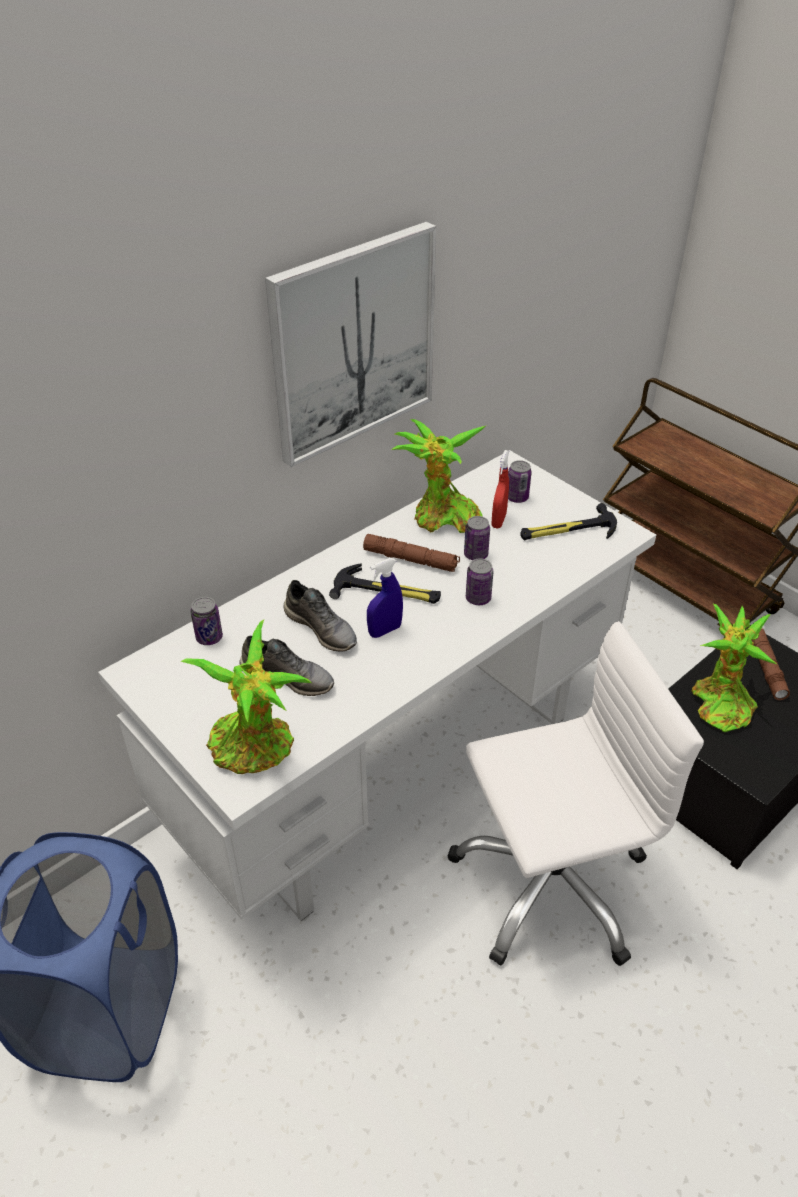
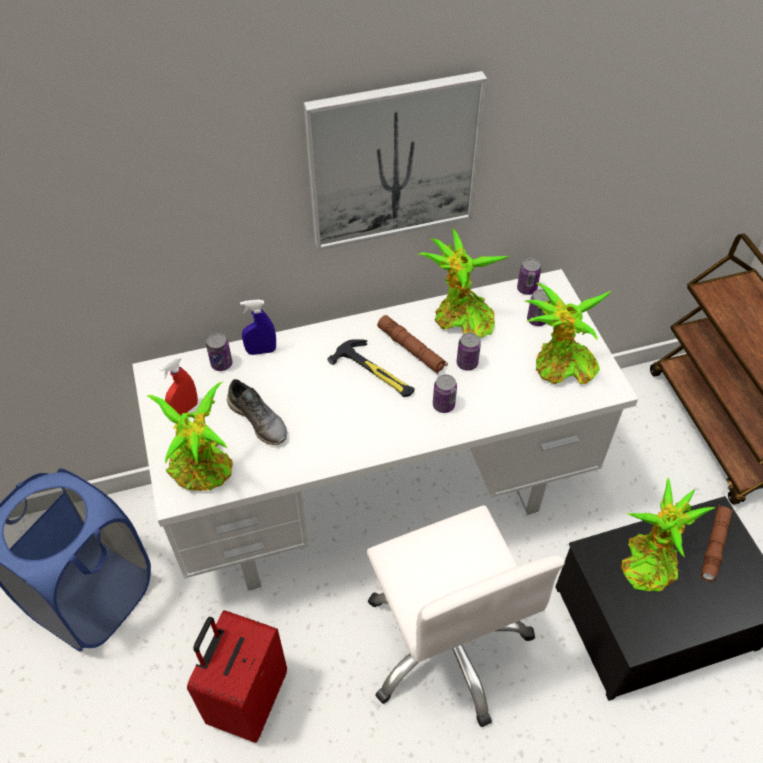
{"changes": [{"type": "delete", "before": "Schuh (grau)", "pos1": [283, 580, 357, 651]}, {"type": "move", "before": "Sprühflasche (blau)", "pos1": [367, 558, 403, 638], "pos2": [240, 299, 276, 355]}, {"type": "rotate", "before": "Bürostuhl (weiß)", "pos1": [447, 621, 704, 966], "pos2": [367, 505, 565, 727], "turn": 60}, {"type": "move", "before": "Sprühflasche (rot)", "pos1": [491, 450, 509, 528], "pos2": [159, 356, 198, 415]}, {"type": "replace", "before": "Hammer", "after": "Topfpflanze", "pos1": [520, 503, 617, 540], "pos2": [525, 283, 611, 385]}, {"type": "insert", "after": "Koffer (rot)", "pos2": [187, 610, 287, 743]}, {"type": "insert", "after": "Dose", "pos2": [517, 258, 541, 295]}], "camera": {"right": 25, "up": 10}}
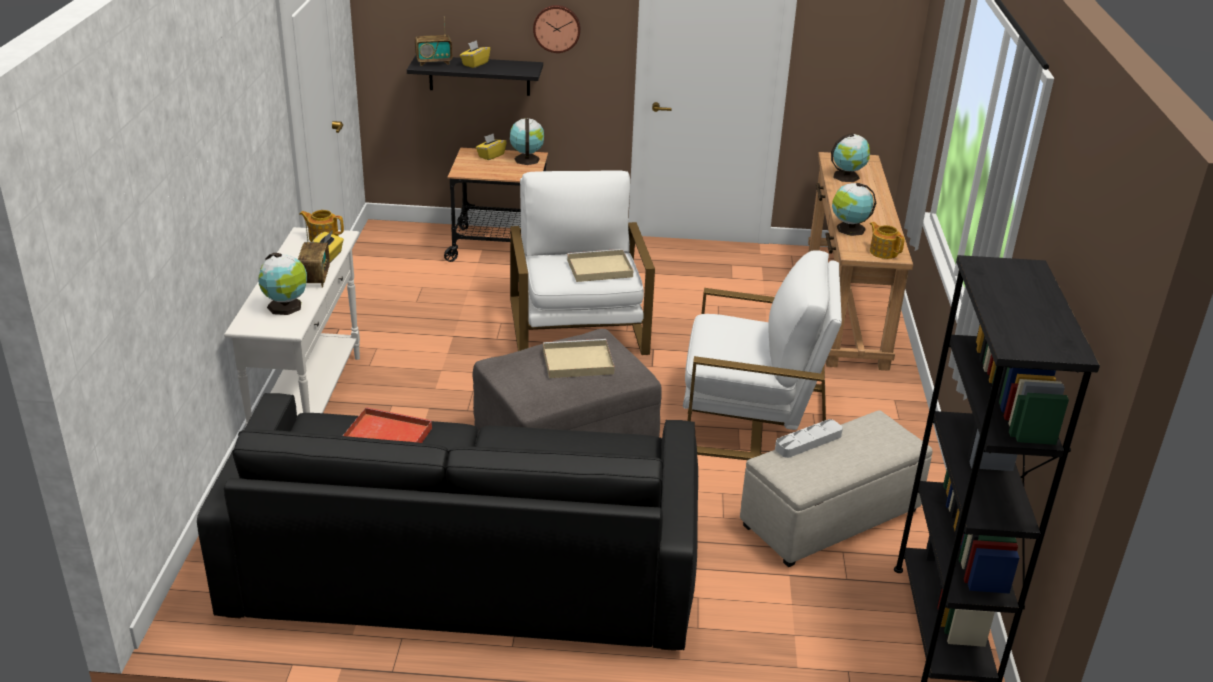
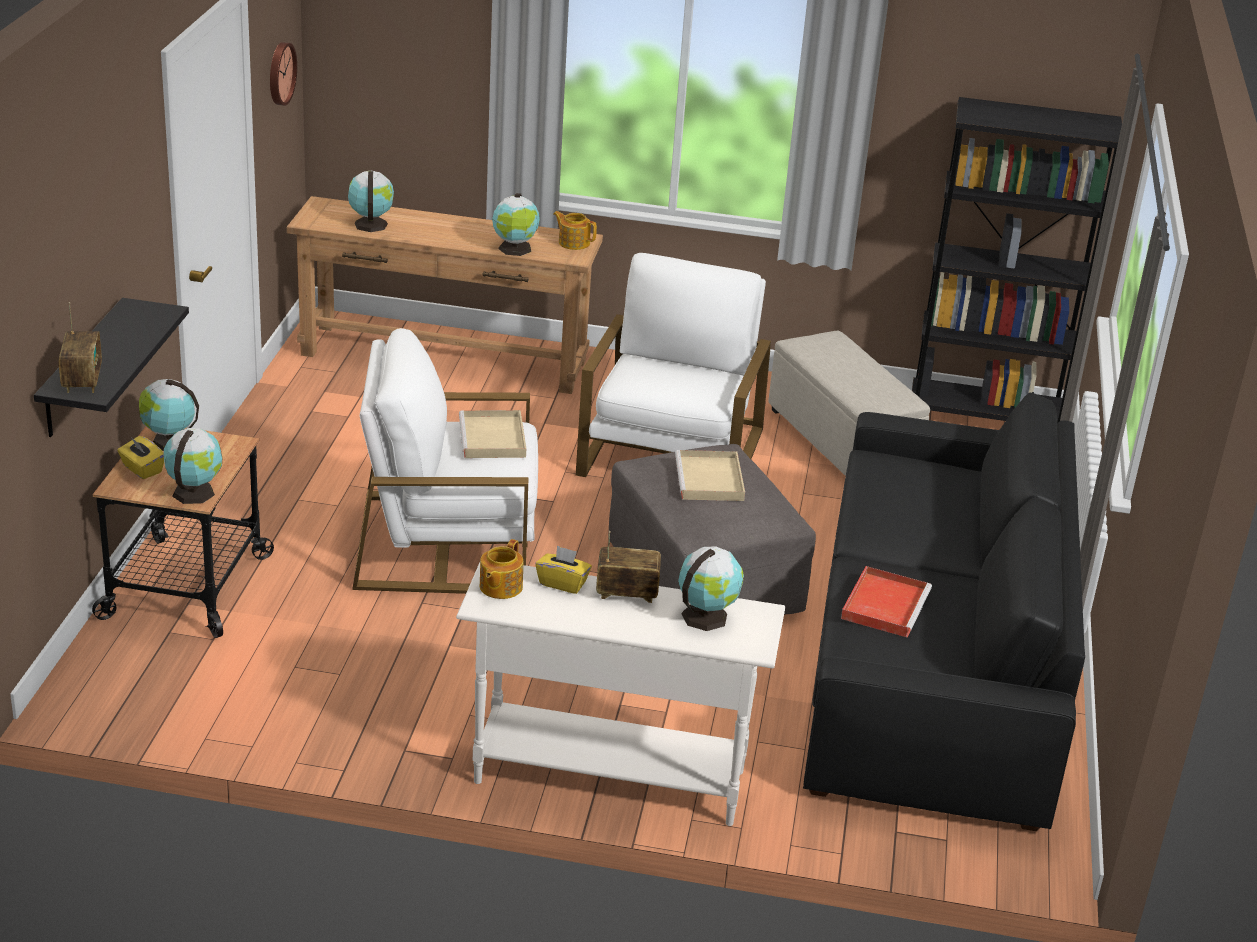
{"changes": [{"type": "delete", "before": "Taschentuchbox (gelb)", "pos1": [460, 40, 490, 68]}, {"type": "move", "before": "Wanduhr", "pos1": [533, 5, 581, 53], "pos2": [270, 42, 297, 106]}, {"type": "delete", "before": "Tablett (grau)", "pos1": [775, 419, 843, 458]}, {"type": "rotate", "before": "Teekanne", "pos1": [870, 222, 905, 259], "pos2": [553, 211, 597, 250], "turn": 60}, {"type": "insert", "after": "Globus", "pos2": [164, 428, 222, 504]}], "camera": {"right": -85, "up": 0}}
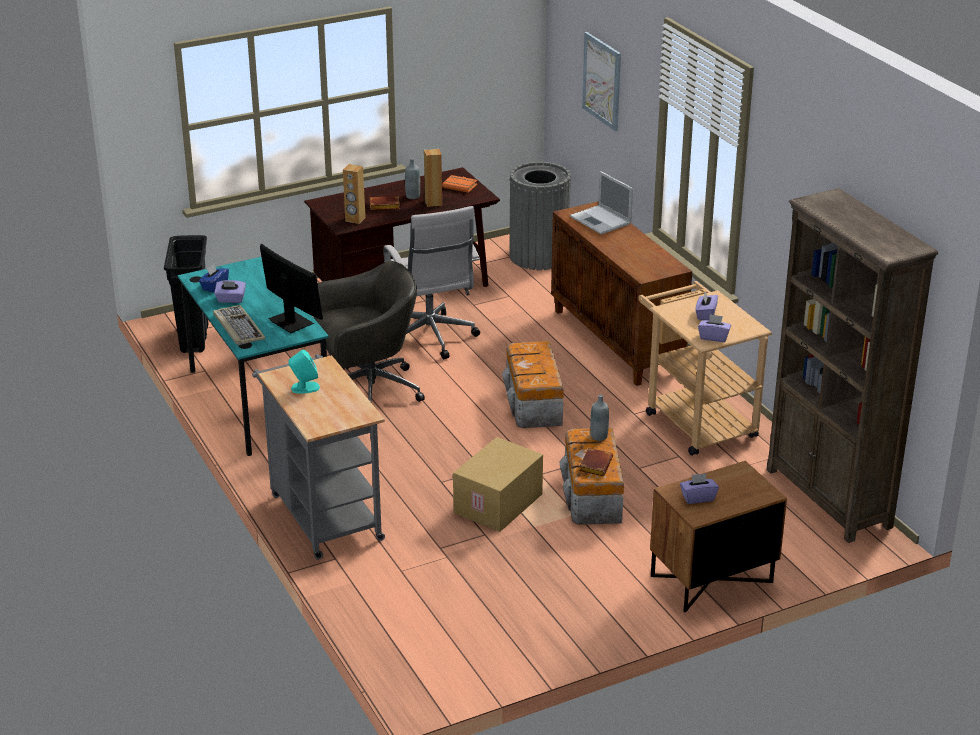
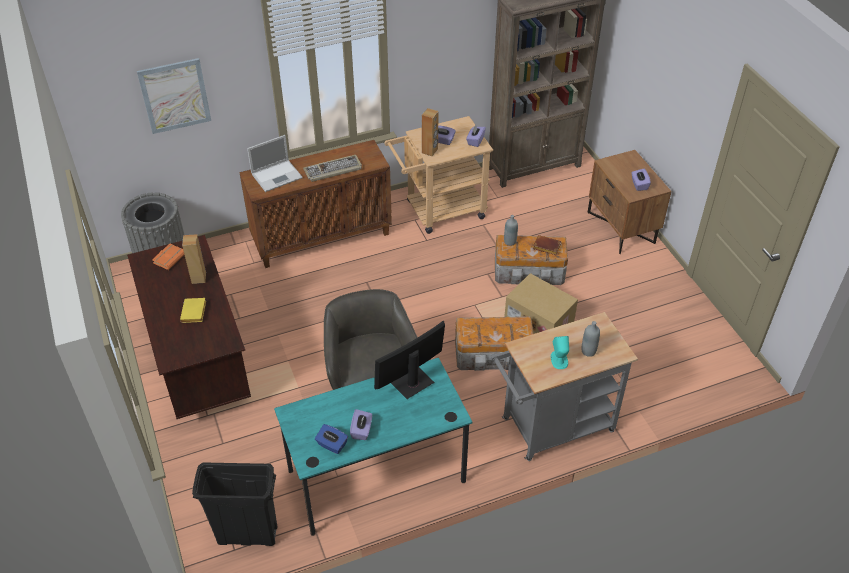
{"changes": [{"type": "move", "before": "Tastatur", "pos1": [213, 305, 266, 345], "pos2": [303, 155, 362, 182]}, {"type": "move", "before": "Lautsprecher (braun)", "pos1": [343, 164, 366, 224], "pos2": [422, 108, 439, 156]}, {"type": "recolor", "before": "Buch (braun)", "after": "Buch (gelb)", "pos1": [370, 196, 400, 210], "pos2": [180, 298, 206, 323]}, {"type": "delete", "before": "Bürostuhl (weiß)", "pos1": [383, 206, 480, 359]}, {"type": "move", "before": "Flasche (grau)", "pos1": [405, 158, 420, 199], "pos2": [582, 321, 600, 357]}, {"type": "move", "before": "Aufbewahrungsbox", "pos1": [502, 341, 564, 428], "pos2": [455, 316, 534, 371]}], "camera": {"right": -85, "up": 15}}
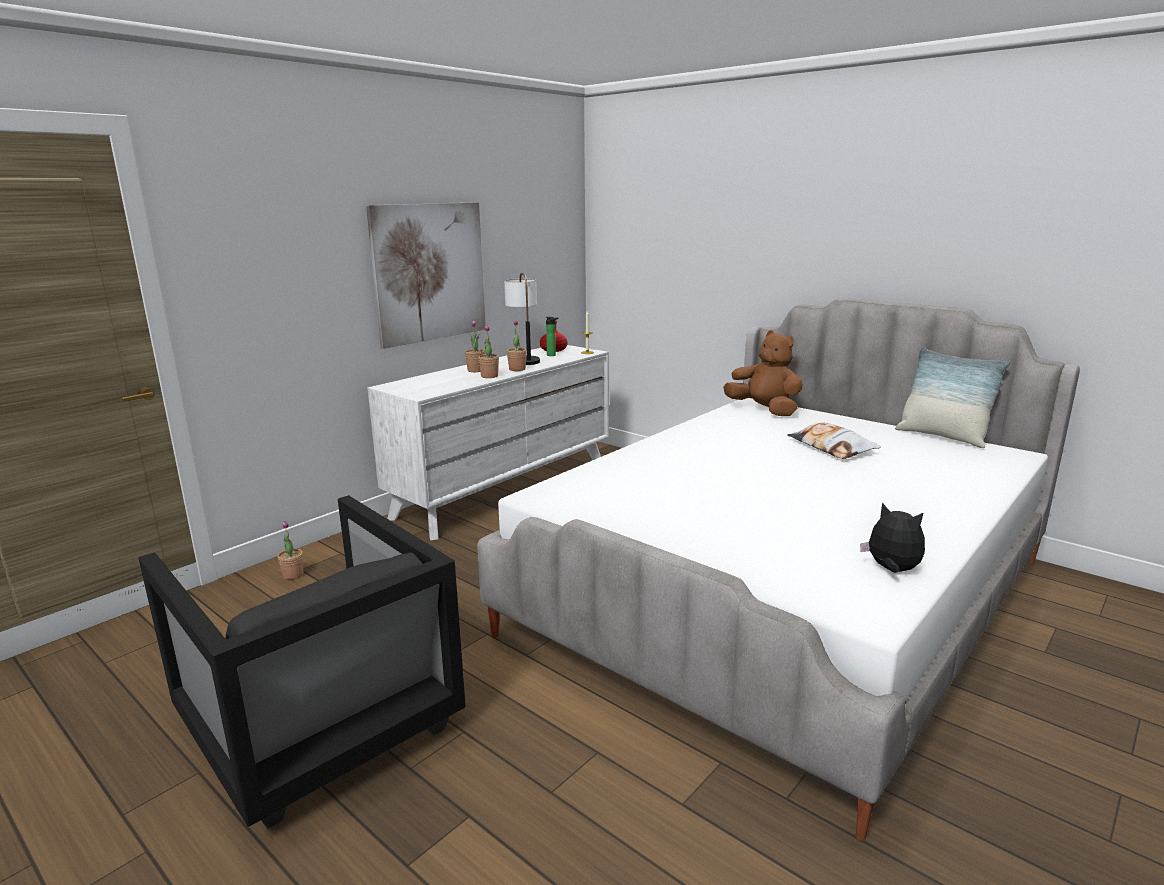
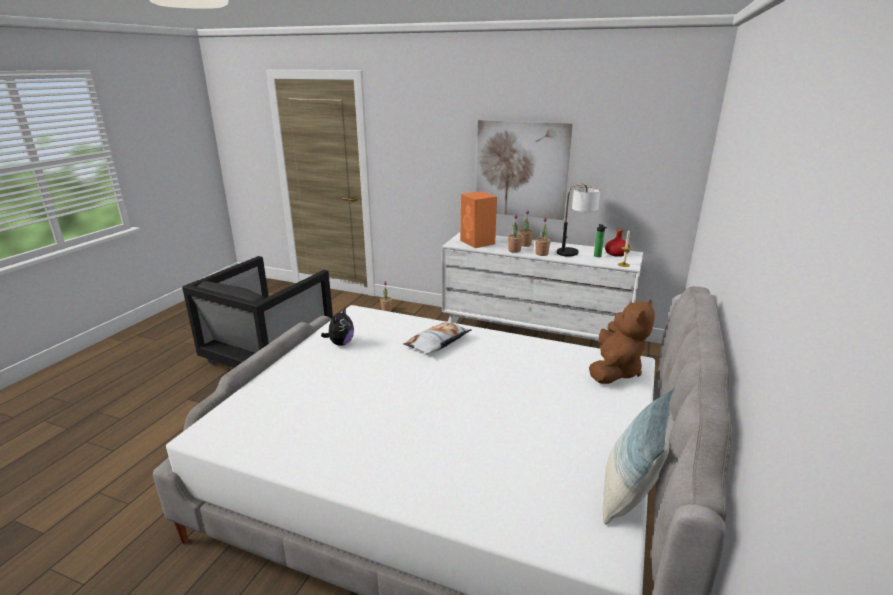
{"changes": [{"type": "move", "before": "Kissen", "pos1": [787, 423, 881, 459], "pos2": [403, 322, 472, 354]}, {"type": "move", "before": "Plüschtier", "pos1": [860, 502, 925, 573], "pos2": [321, 308, 354, 346]}, {"type": "insert", "after": "Lautsprecher (orange)", "pos2": [460, 191, 497, 248]}], "camera": {"right": 70, "up": 5}}
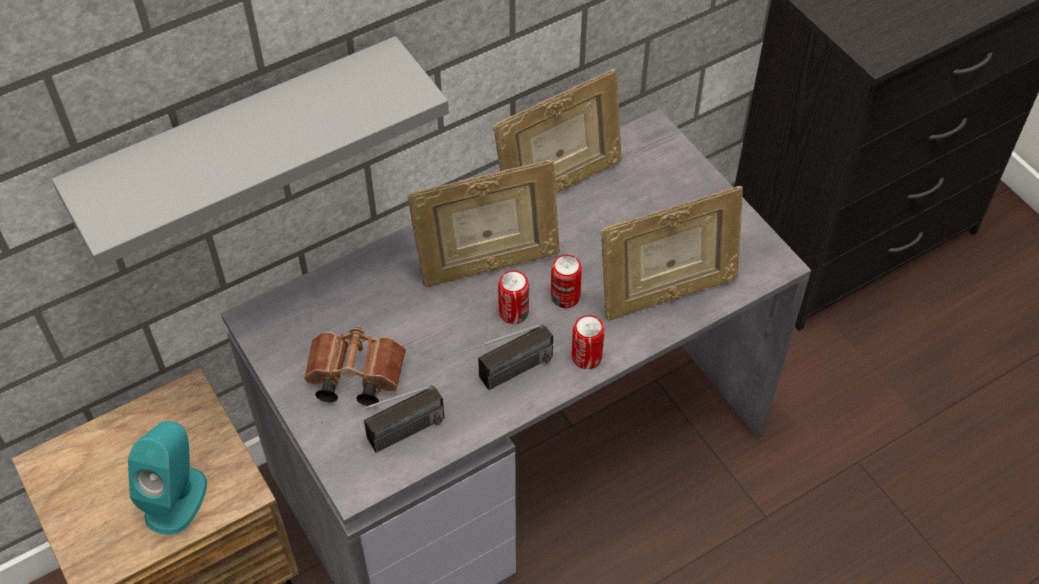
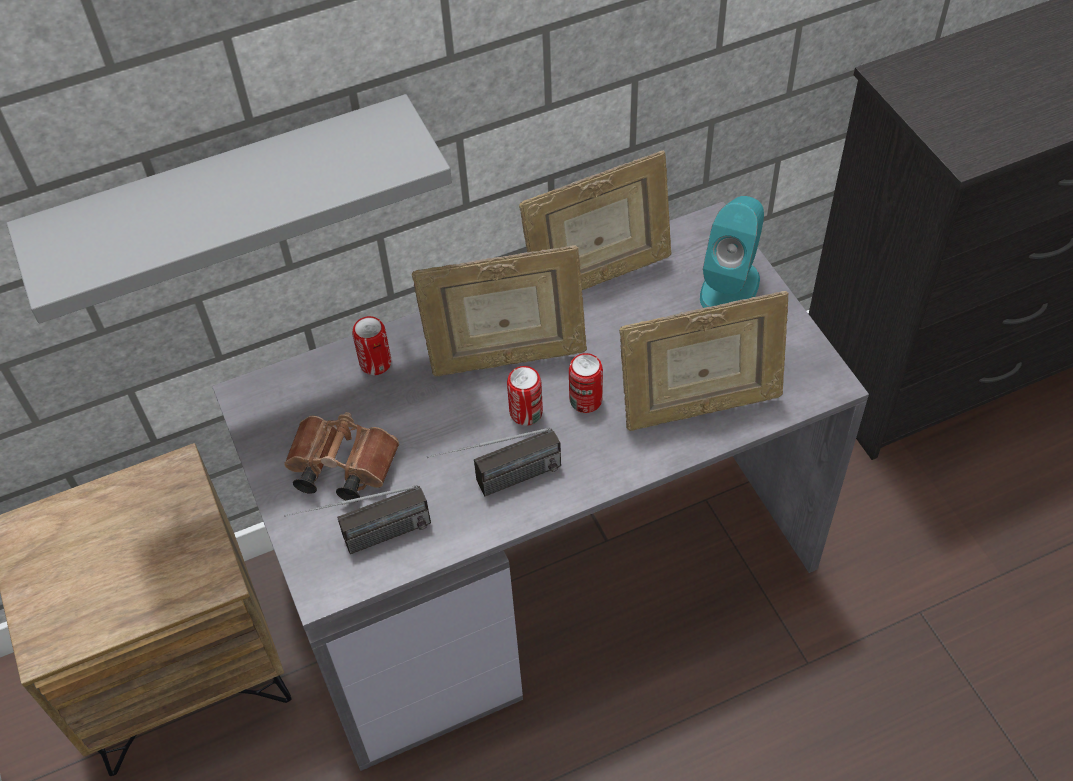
{"changes": [{"type": "move", "before": "Lautsprecher (türkis)", "pos1": [128, 421, 207, 535], "pos2": [700, 196, 764, 308]}, {"type": "move", "before": "Dose", "pos1": [572, 315, 605, 369], "pos2": [352, 316, 391, 375]}], "camera": {"right": 10, "up": 0}}
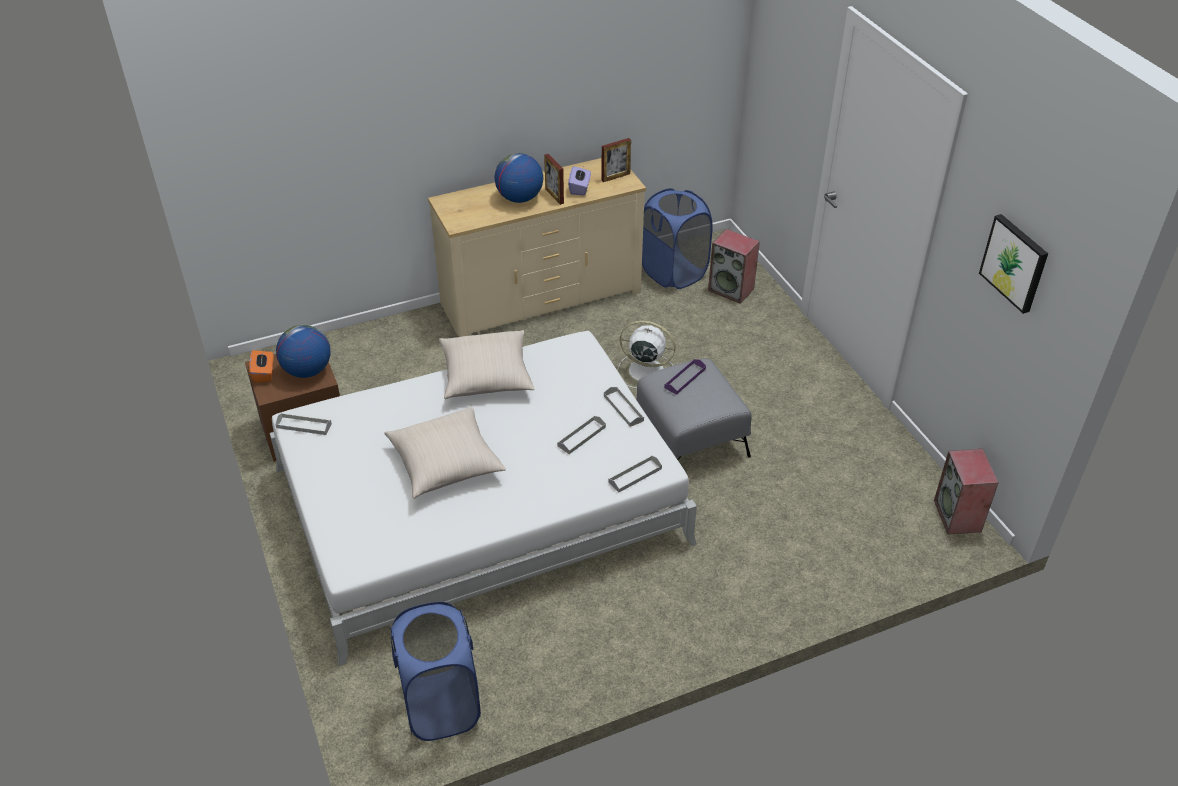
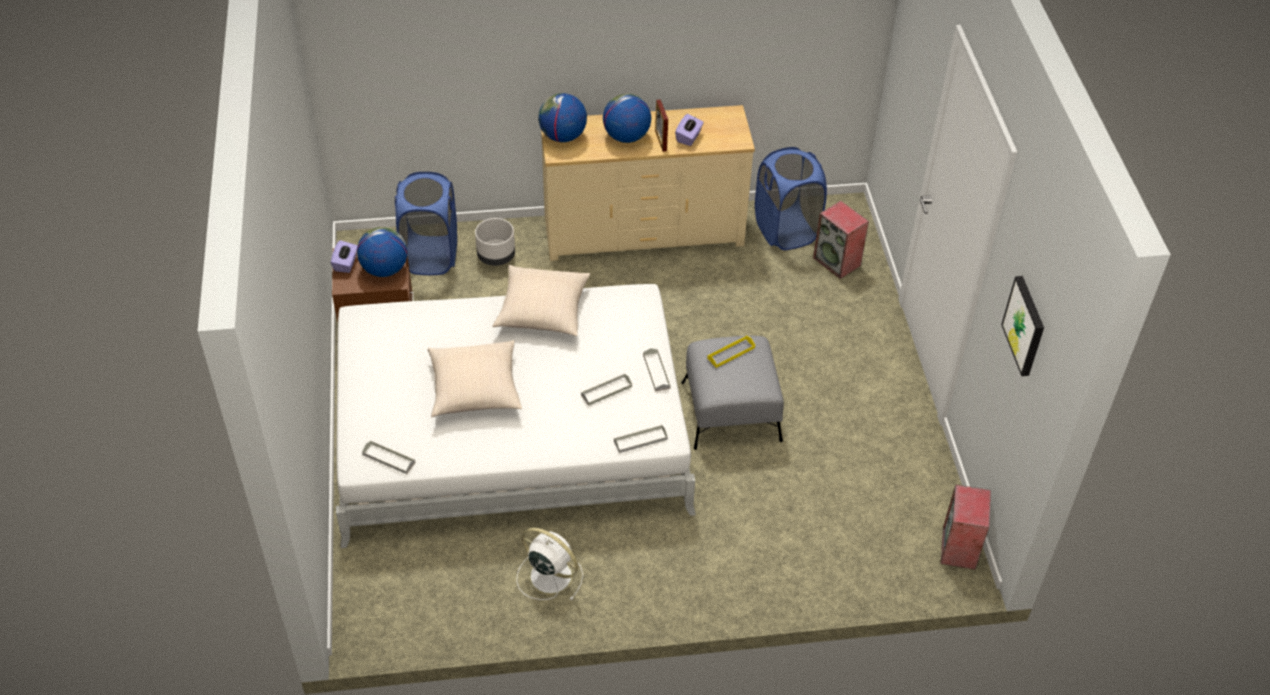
{"changes": [{"type": "recolor", "before": "Taschentuchbox (orange)", "after": "Taschentuchbox (lila)", "pos1": [249, 350, 274, 383], "pos2": [331, 240, 358, 273]}, {"type": "move", "before": "Tablett (grau)", "pos1": [275, 413, 332, 435], "pos2": [362, 441, 416, 474]}, {"type": "move", "before": "Wäschekorb (blau)", "pos1": [390, 602, 481, 741], "pos2": [395, 172, 457, 275]}, {"type": "delete", "before": "Bilderrahmen", "pos1": [601, 138, 631, 182]}, {"type": "move", "before": "Ventilator (weiß)", "pos1": [617, 320, 676, 388], "pos2": [517, 527, 583, 600]}, {"type": "recolor", "before": "Tablett (lila)", "after": "Tablett (gelb)", "pos1": [664, 359, 706, 395], "pos2": [707, 336, 755, 368]}, {"type": "insert", "after": "Pflanzkübel (grau)", "pos2": [475, 218, 515, 266]}, {"type": "insert", "after": "Globus", "pos2": [538, 93, 587, 142]}], "camera": {"right": 15, "up": 5}}
